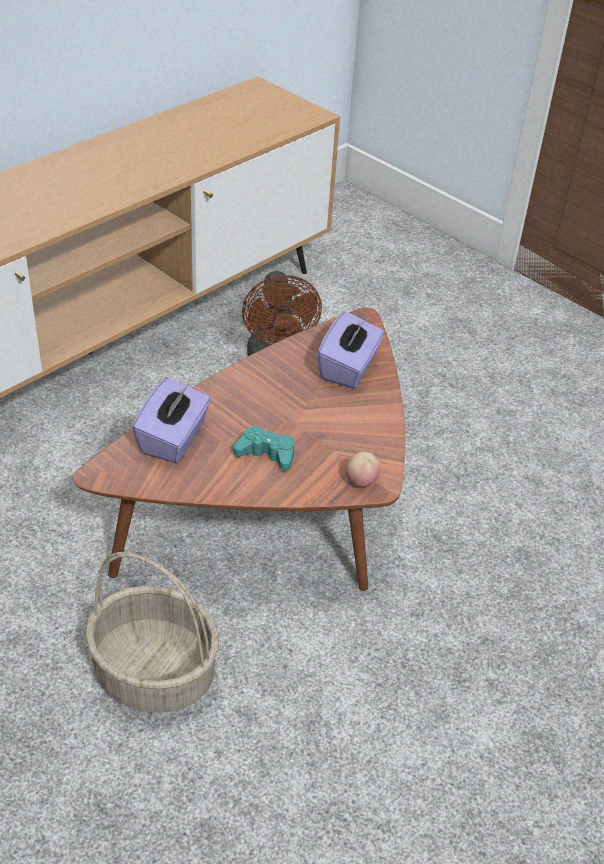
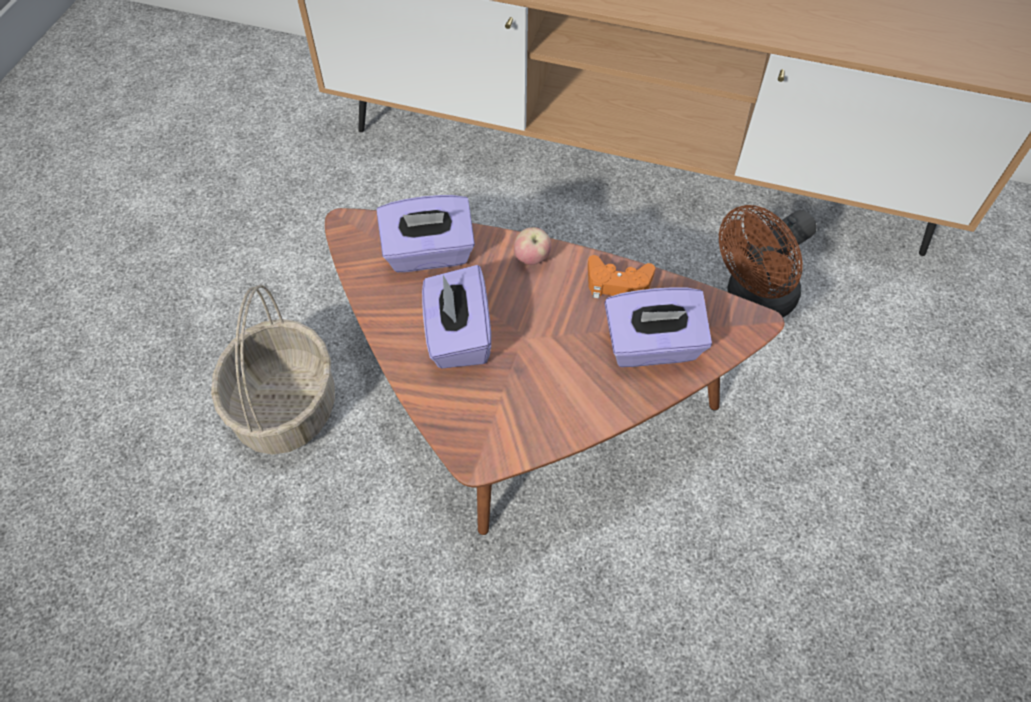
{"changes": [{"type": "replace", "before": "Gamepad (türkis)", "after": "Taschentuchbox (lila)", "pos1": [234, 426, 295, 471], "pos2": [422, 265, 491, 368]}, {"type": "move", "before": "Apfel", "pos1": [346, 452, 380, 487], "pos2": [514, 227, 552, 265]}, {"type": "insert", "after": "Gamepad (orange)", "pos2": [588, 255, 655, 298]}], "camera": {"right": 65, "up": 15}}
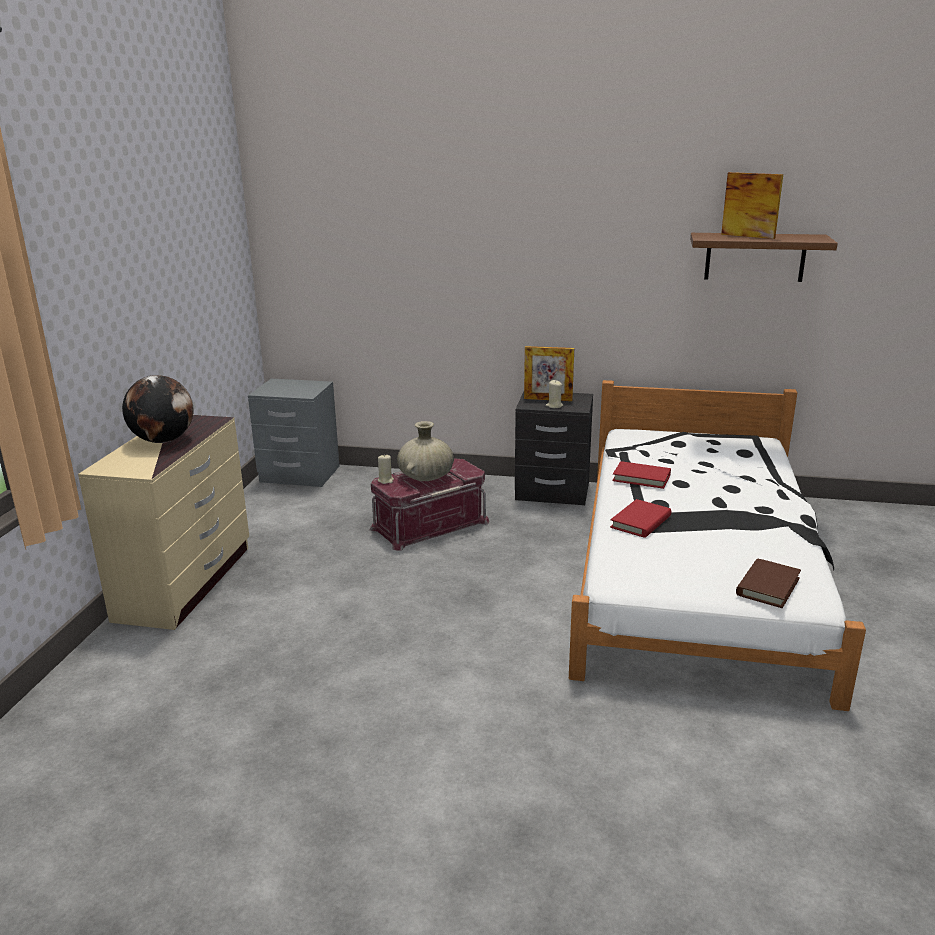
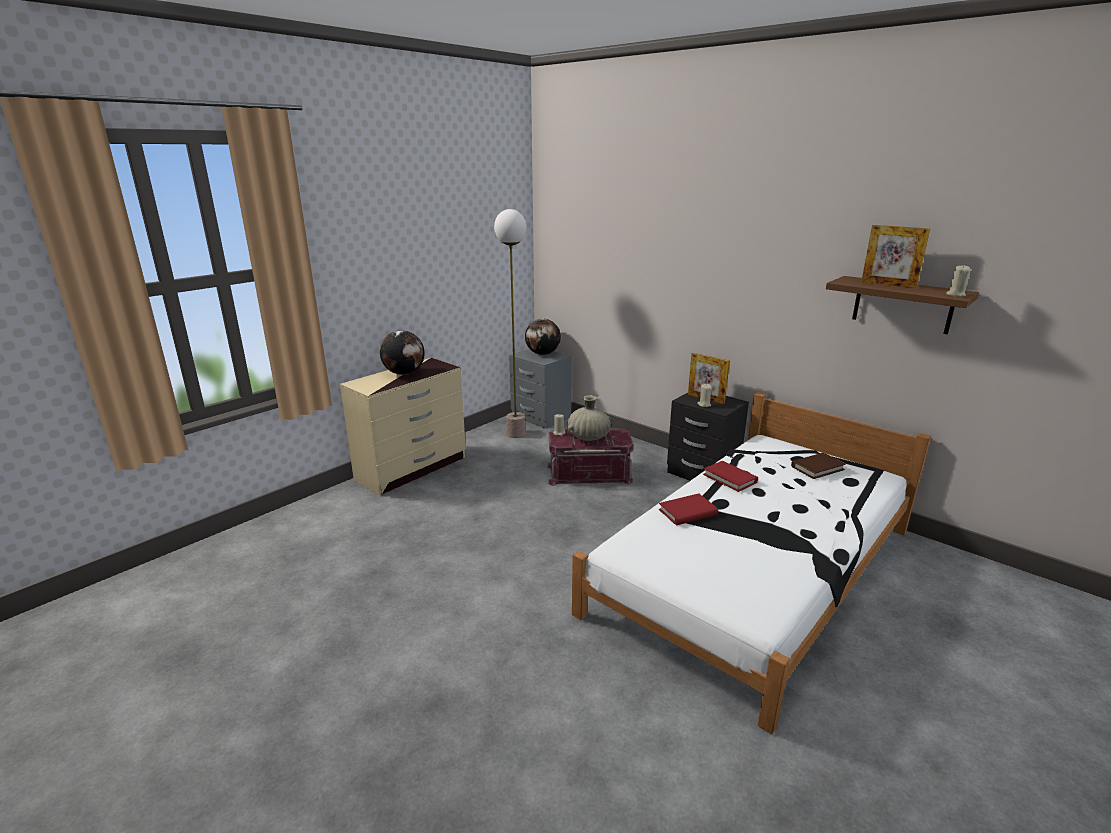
{"changes": [{"type": "rotate", "before": "Bilderrahmen", "pos1": [721, 172, 783, 239], "pos2": [861, 225, 930, 288], "turn": 150}, {"type": "move", "before": "Buch (braun)", "pos1": [736, 558, 801, 608], "pos2": [791, 453, 846, 479]}, {"type": "insert", "after": "Stehlampe", "pos2": [494, 209, 526, 438]}, {"type": "insert", "after": "Globus", "pos2": [525, 319, 561, 355]}, {"type": "insert", "after": "Kerze (beige)", "pos2": [946, 265, 971, 297]}], "camera": {"right": 30, "up": 0}}
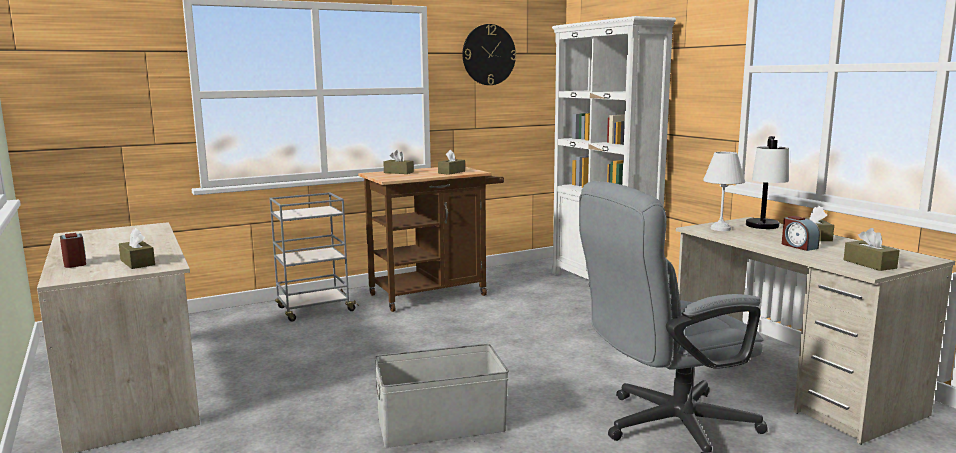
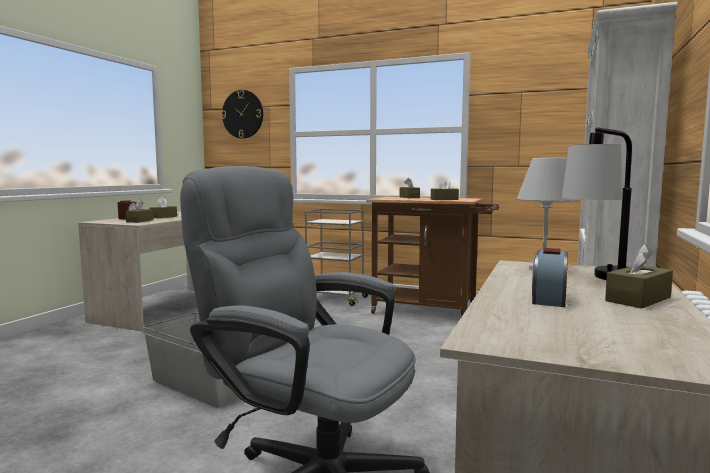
{"changes": [{"type": "move", "before": "Wanduhr", "pos1": [462, 24, 516, 85], "pos2": [221, 90, 263, 139]}, {"type": "move", "before": "Taschentuchbox (braun)", "pos1": [844, 228, 900, 271], "pos2": [149, 197, 177, 218]}], "camera": {"right": 50, "up": -5}}
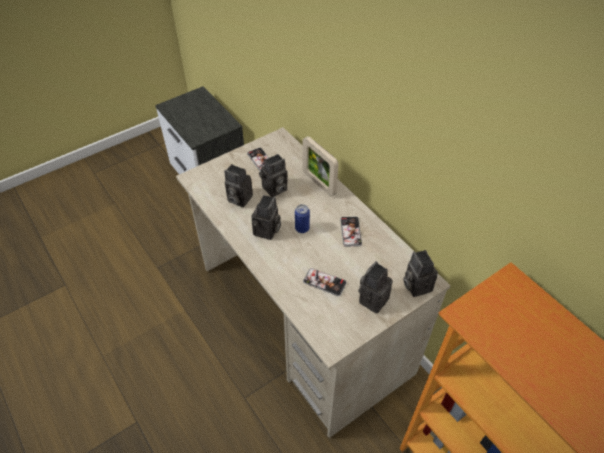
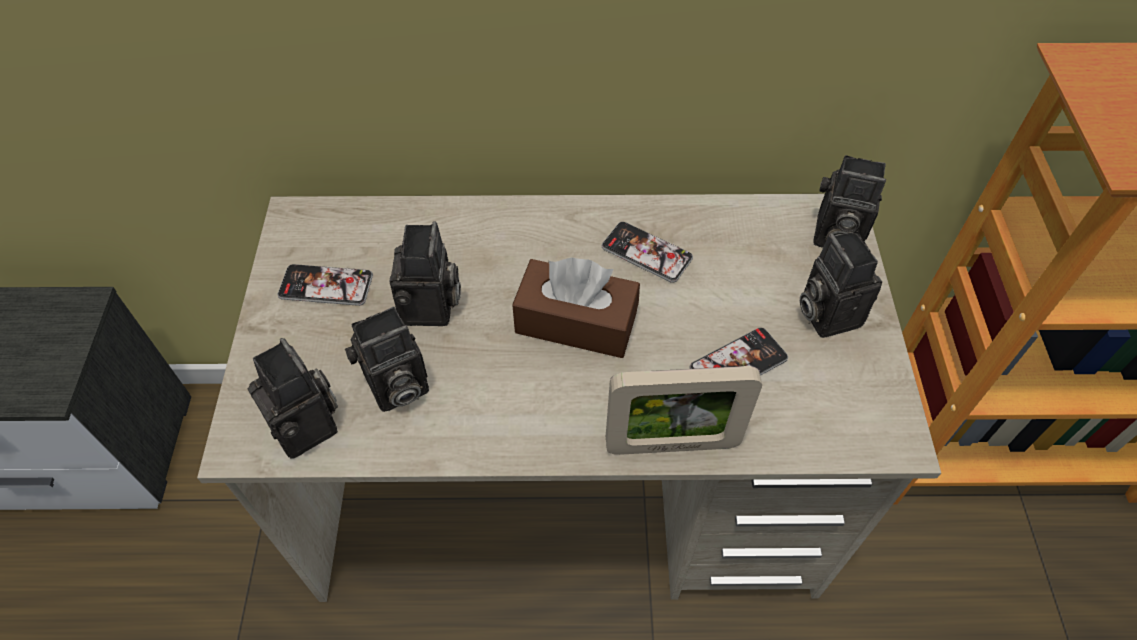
{"changes": [{"type": "move", "before": "Kamera", "pos1": [252, 195, 281, 240], "pos2": [248, 338, 338, 458]}, {"type": "replace", "before": "Dose", "after": "Taschentuchbox (braun)", "pos1": [295, 204, 310, 233], "pos2": [512, 257, 640, 358]}, {"type": "move", "before": "Bilderrahmen", "pos1": [303, 136, 338, 197], "pos2": [606, 366, 762, 455]}], "camera": {"right": -55, "up": 5}}
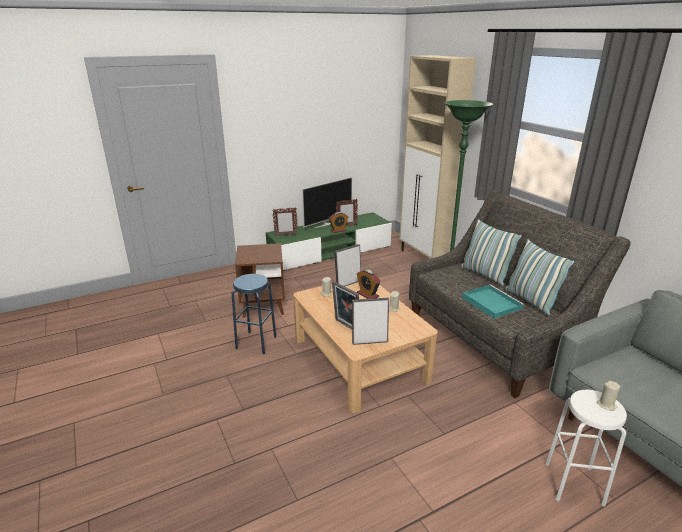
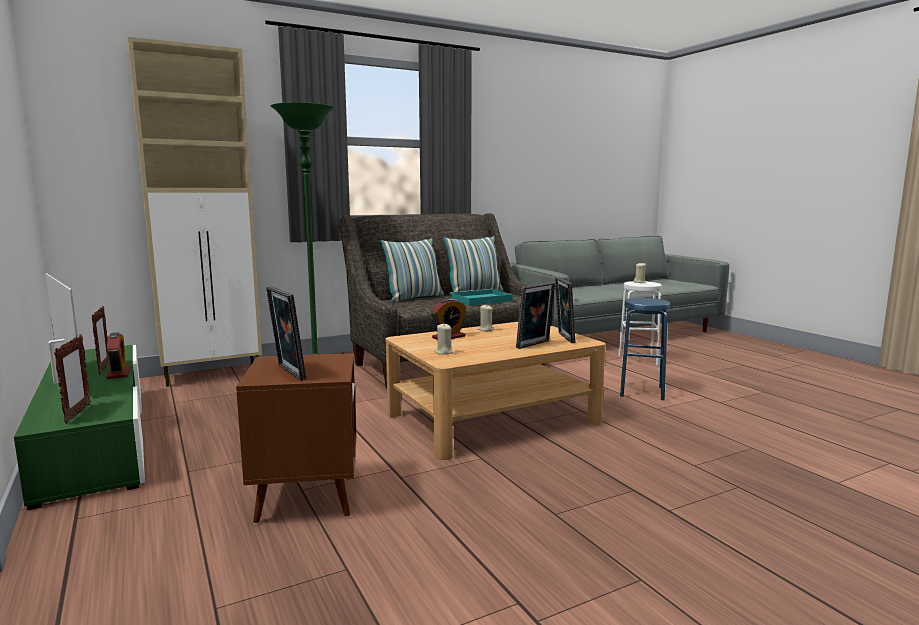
{"changes": [{"type": "move", "before": "Hocker (blau)", "pos1": [232, 274, 277, 354], "pos2": [620, 298, 670, 400]}, {"type": "move", "before": "Bilderrahmen", "pos1": [334, 244, 361, 287], "pos2": [266, 286, 306, 381]}], "camera": {"right": -90, "up": -15}}
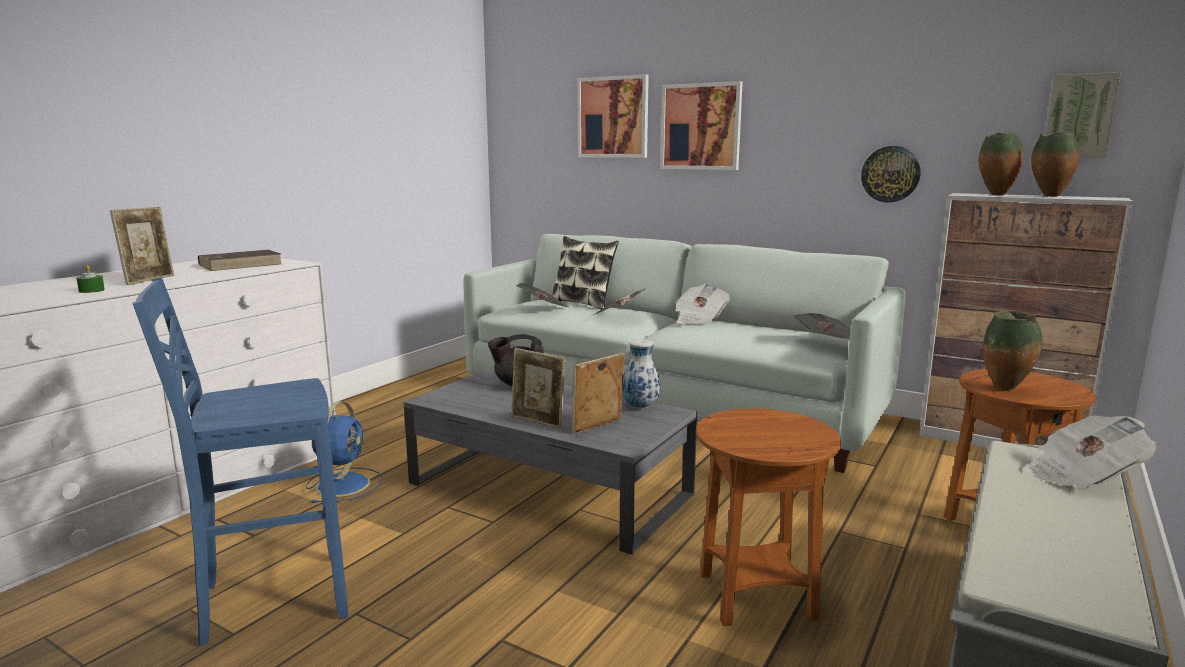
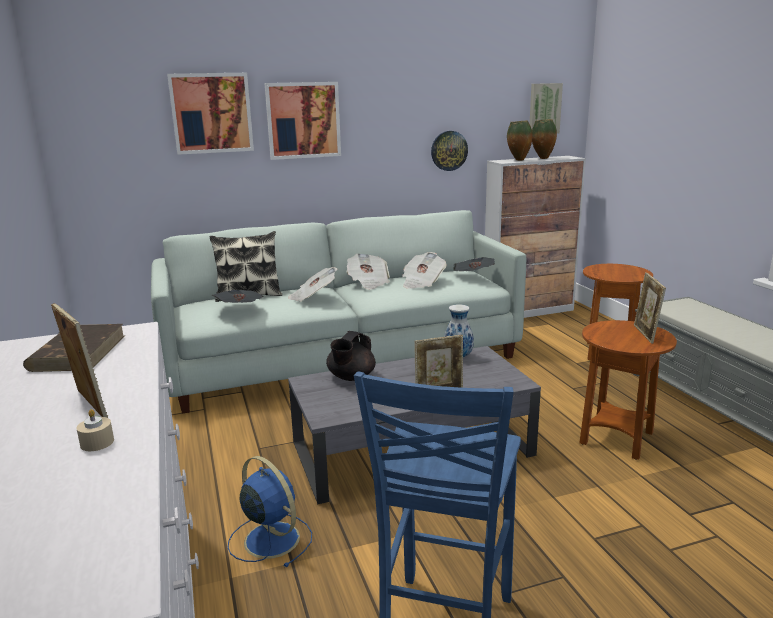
{"changes": [{"type": "recolor", "before": "Kerze (grün)", "after": "Kerze (beige)", "pos1": [76, 265, 105, 293], "pos2": [77, 409, 114, 451]}, {"type": "move", "before": "Bilderrahmen", "pos1": [572, 353, 625, 434], "pos2": [634, 272, 666, 344]}, {"type": "delete", "before": "Vase", "pos1": [983, 310, 1042, 391]}, {"type": "move", "before": "Zeitung", "pos1": [1024, 415, 1156, 490], "pos2": [402, 252, 446, 289]}], "camera": {"right": -50, "up": 5}}
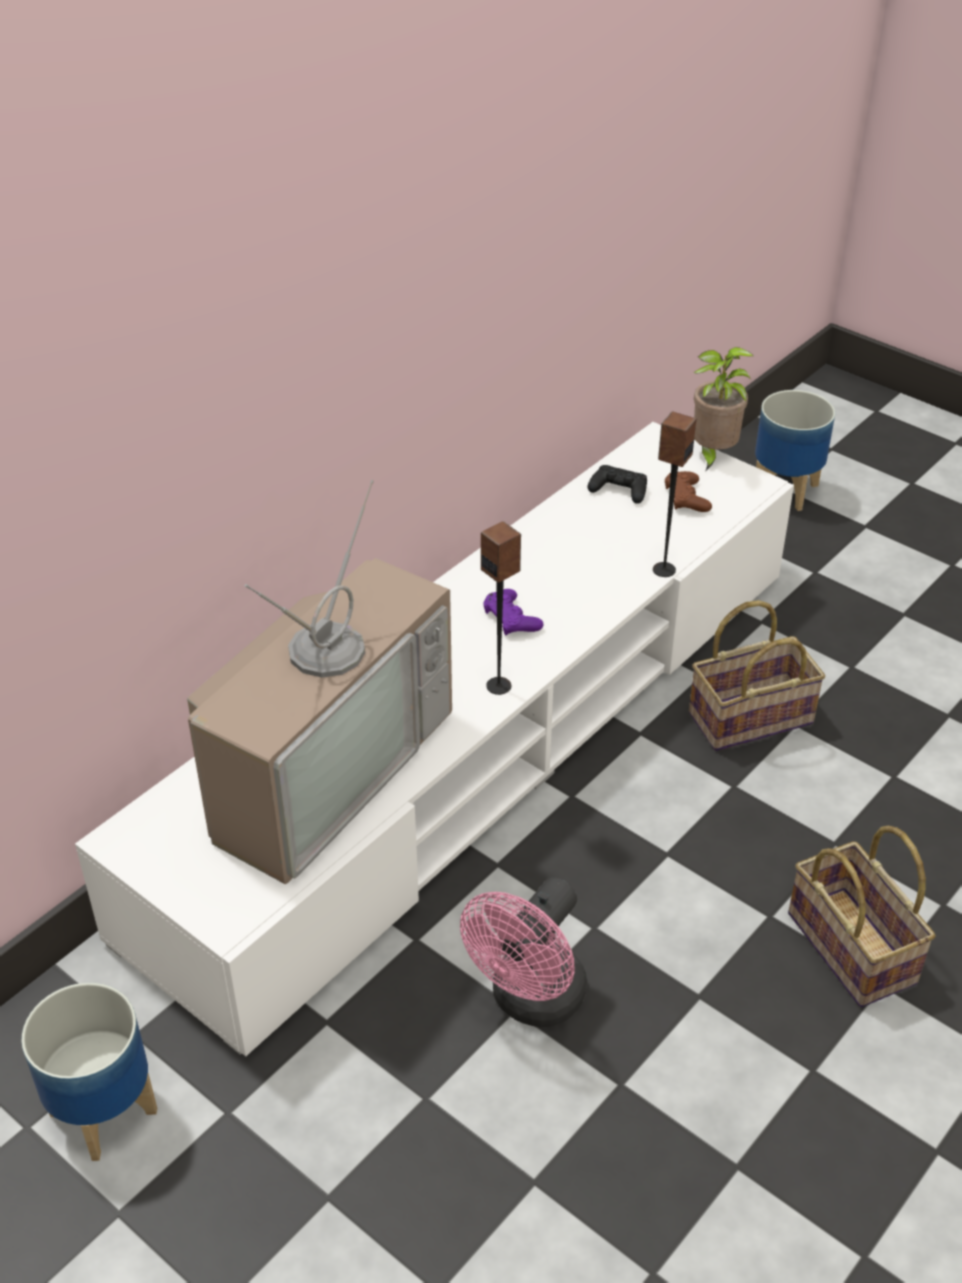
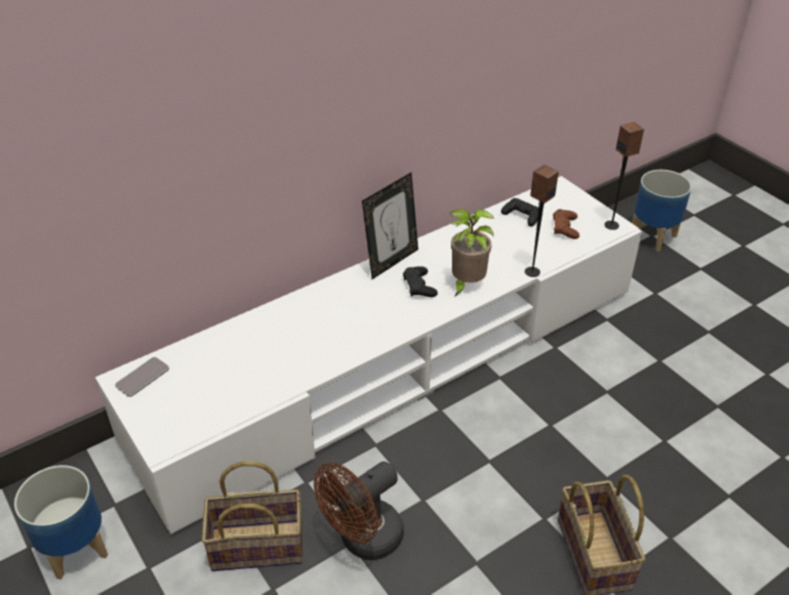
{"changes": [{"type": "delete", "before": "Fernseher", "pos1": [187, 480, 452, 884]}, {"type": "recolor", "before": "Ventilator (rosa)", "after": "Ventilator (braun)", "pos1": [460, 877, 587, 1027], "pos2": [314, 461, 404, 560]}, {"type": "move", "before": "Lautsprecher", "pos1": [481, 521, 521, 695], "pos2": [604, 122, 644, 230]}, {"type": "recolor", "before": "Gamepad (lila)", "after": "Gamepad (schwarz)", "pos1": [483, 589, 544, 635], "pos2": [403, 266, 438, 297]}, {"type": "move", "before": "Korb", "pos1": [689, 600, 825, 751], "pos2": [201, 461, 303, 571]}, {"type": "move", "before": "Topfpflanze", "pos1": [694, 347, 753, 472], "pos2": [449, 209, 494, 297]}, {"type": "insert", "after": "Handy", "pos2": [115, 357, 169, 397]}, {"type": "insert", "after": "Bilderrahmen", "pos2": [362, 172, 418, 279]}], "camera": {"right": 15, "up": 0}}
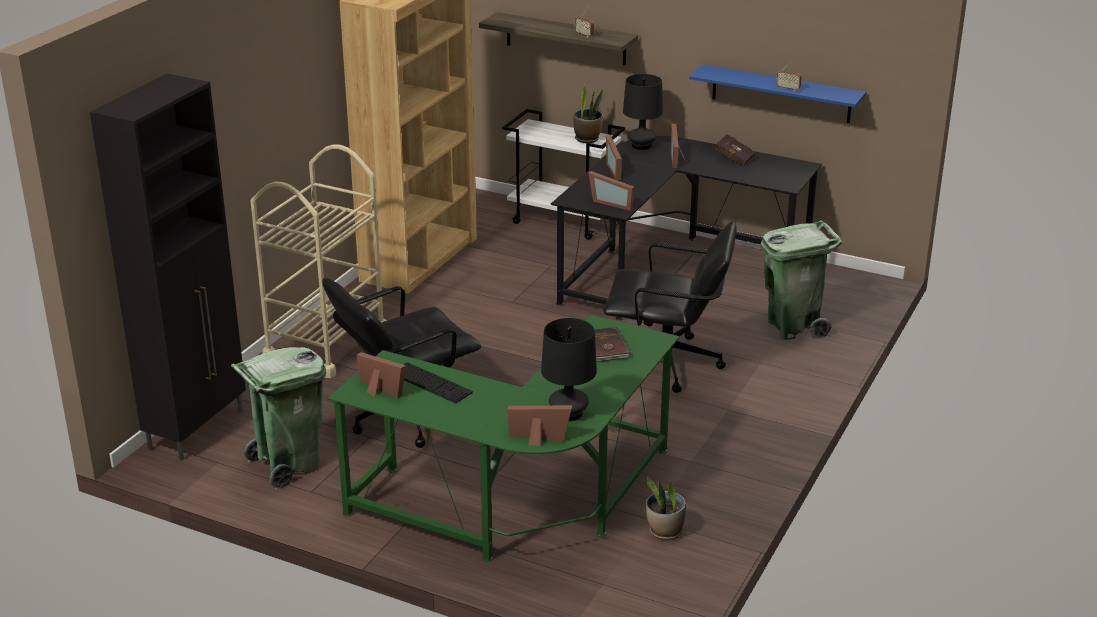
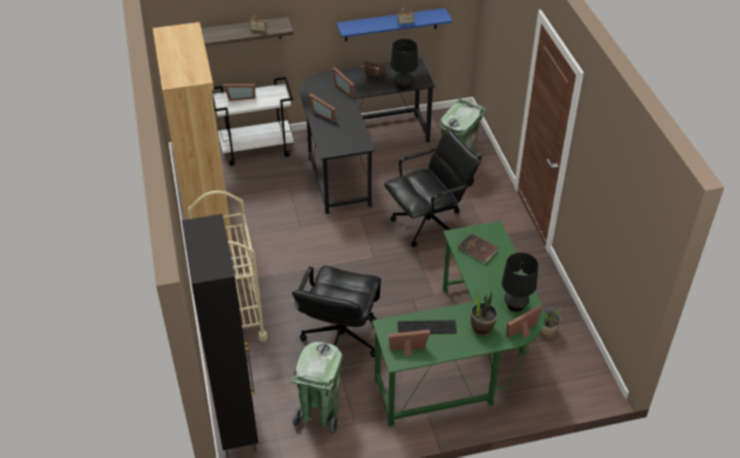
{"changes": [{"type": "move", "before": "Topfpflanze", "pos1": [574, 84, 603, 143], "pos2": [470, 290, 498, 336]}, {"type": "move", "before": "Bilderrahmen", "pos1": [589, 171, 634, 211], "pos2": [223, 84, 256, 101]}, {"type": "move", "before": "Tischlampe (schwarz)", "pos1": [623, 74, 663, 150], "pos2": [391, 39, 418, 90]}], "camera": {"right": -40, "up": 15}}
